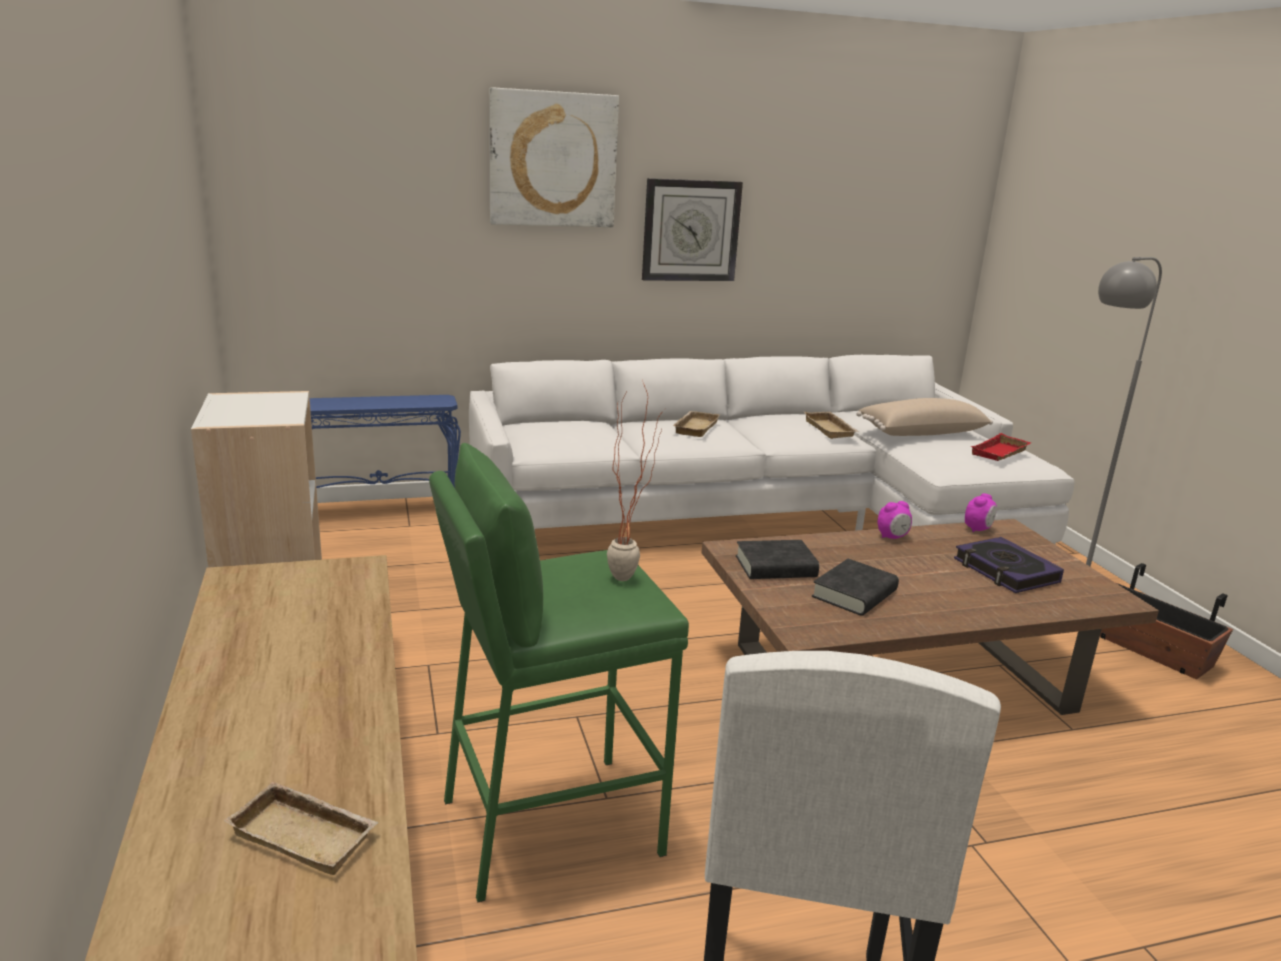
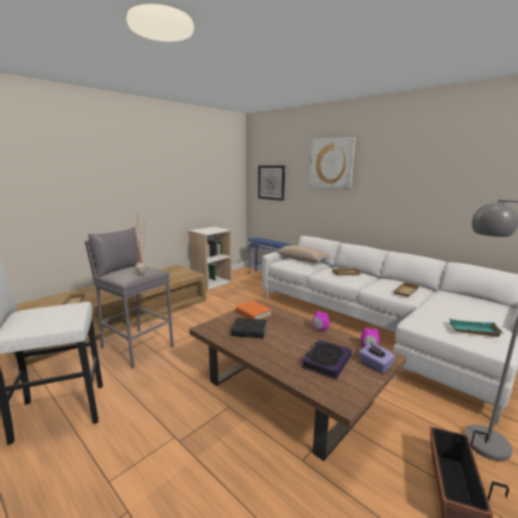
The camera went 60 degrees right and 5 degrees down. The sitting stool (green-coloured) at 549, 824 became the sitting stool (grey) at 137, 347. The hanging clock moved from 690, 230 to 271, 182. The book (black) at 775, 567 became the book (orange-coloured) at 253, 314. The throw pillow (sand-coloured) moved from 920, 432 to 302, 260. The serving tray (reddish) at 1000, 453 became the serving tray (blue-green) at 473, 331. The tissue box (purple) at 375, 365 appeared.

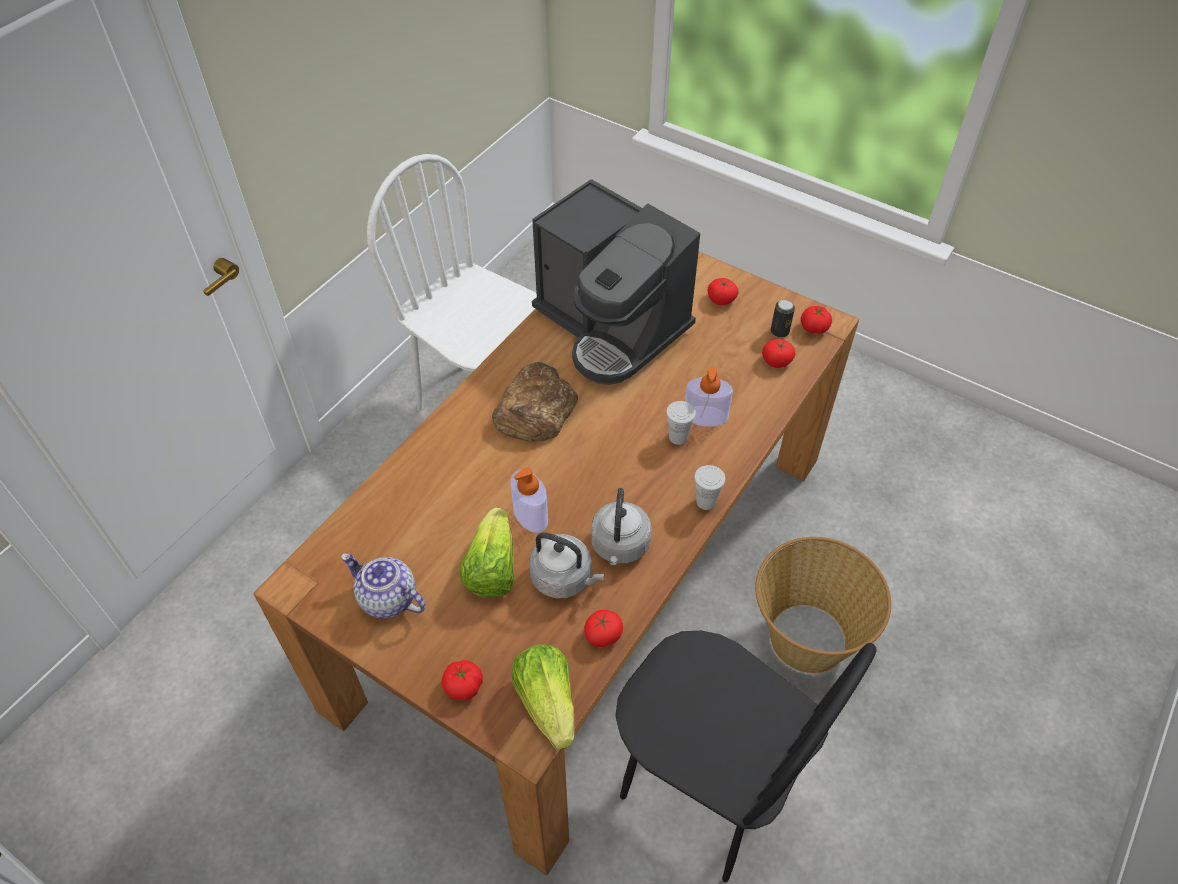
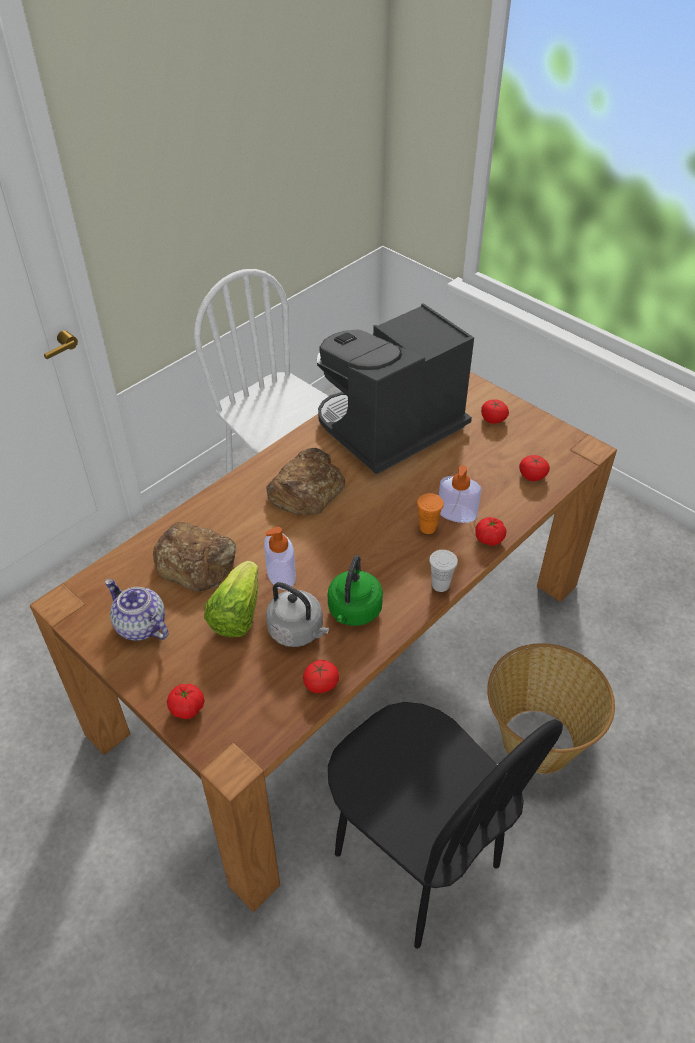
The camera went 10 degrees right and 5 degrees down. The lettuce head at 547, 702 disappeared. The coffee brewer at 612, 327 turned 90 degrees clockwise. The tea kettle (grey) at 620, 547 became the tea kettle (green-coloured) at 353, 612. The small cup (white-coloured) at 678, 437 became the small cup (orange-coloured) at 427, 527. The sealed can at 779, 331 disappeared. The tomato moved from 814, 327 to 489, 539. The bread at 196, 561 appeared.

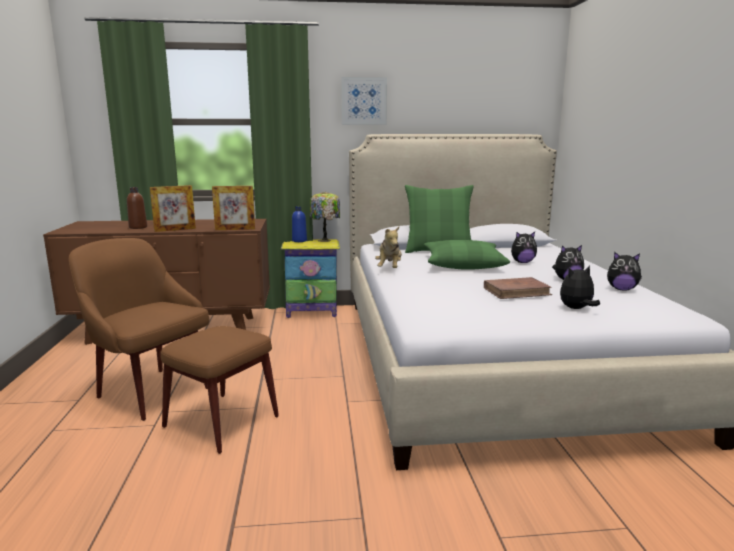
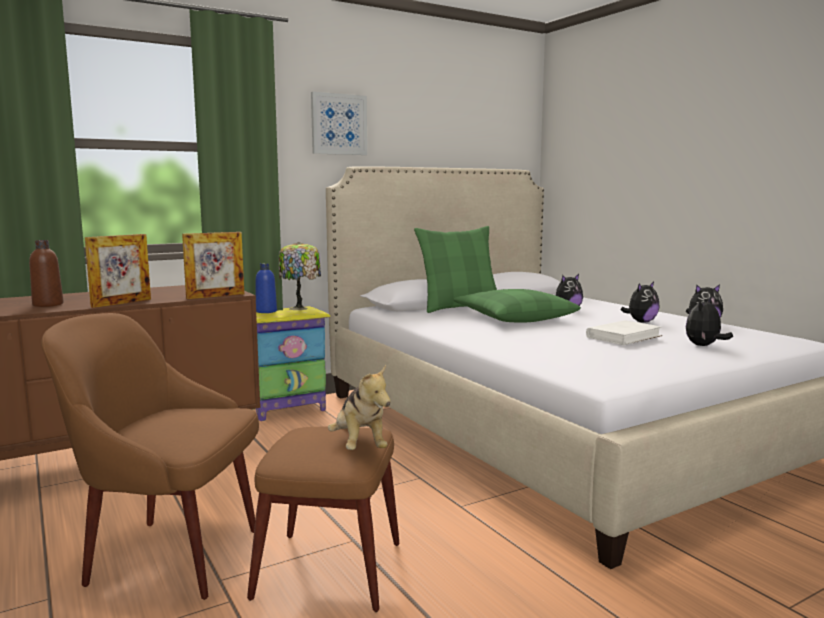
The camera went 25 degrees left and 5 degrees down. The cuddly toy moved from 389, 268 to 359, 446. The book (brown) at 516, 291 became the book (white-coloured) at 624, 337.

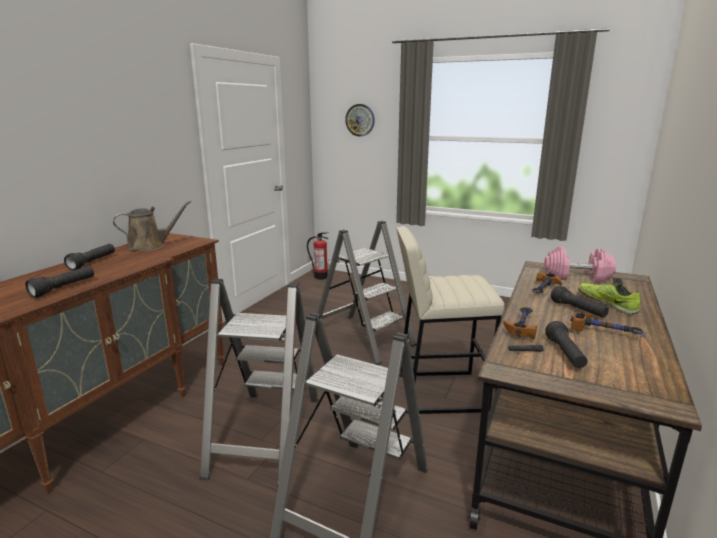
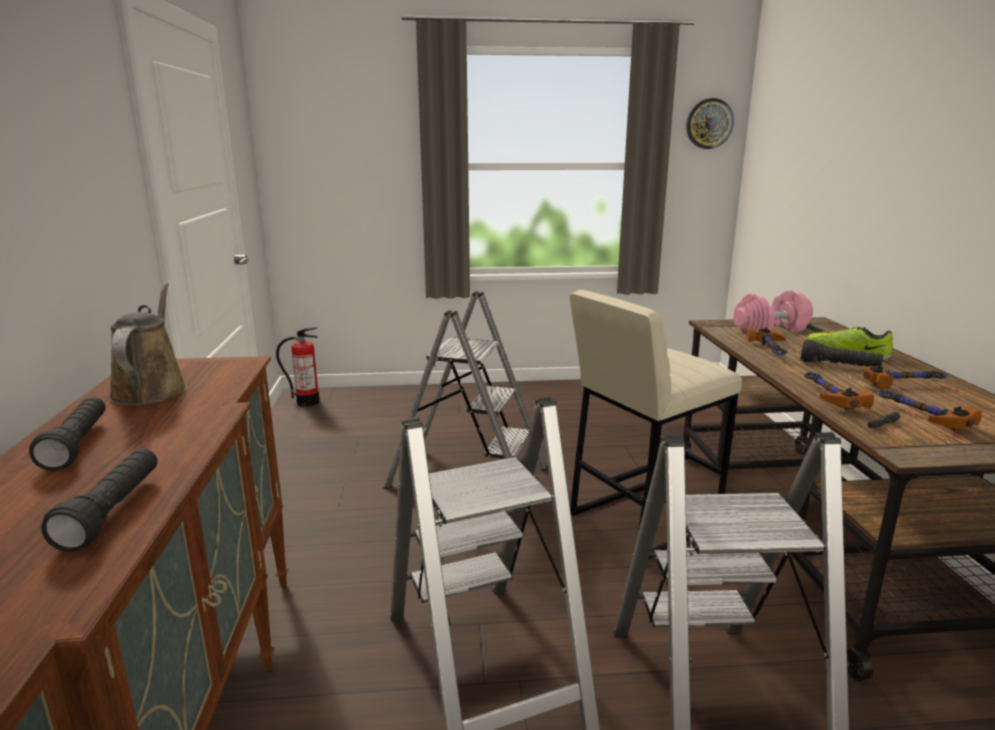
The camera went 30 degrees left and 0 degrees up. The sprinkling can (brown) at 150, 246 turned 45 degrees counterclockwise. The hanging clock moved from 360, 120 to 709, 123. The hand torch (black) at 565, 354 was replaced by the hammer at 918, 417.

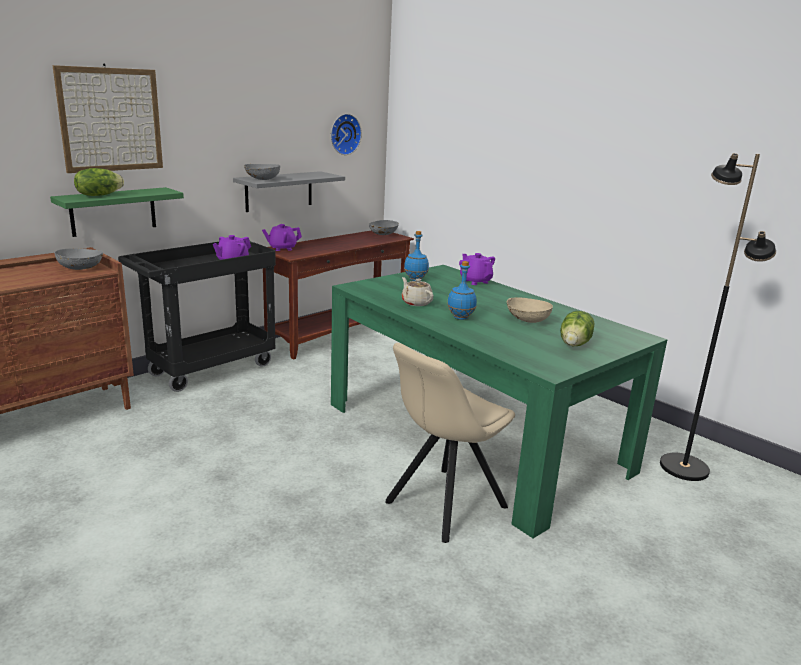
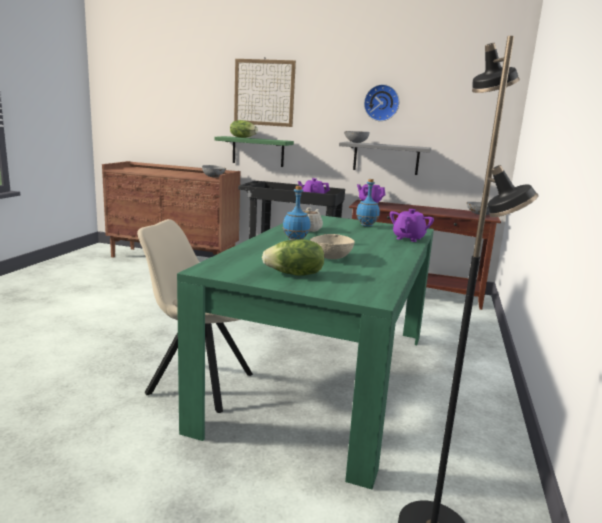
The camera went 60 degrees right and 5 degrees down. The hanging clock moved from 344, 134 to 381, 103.

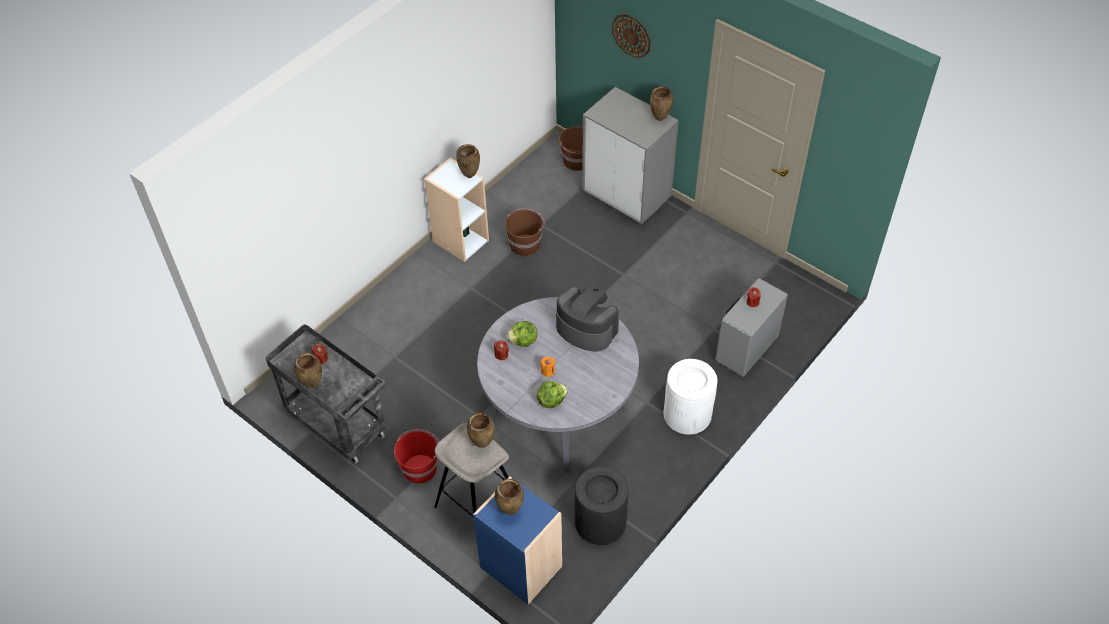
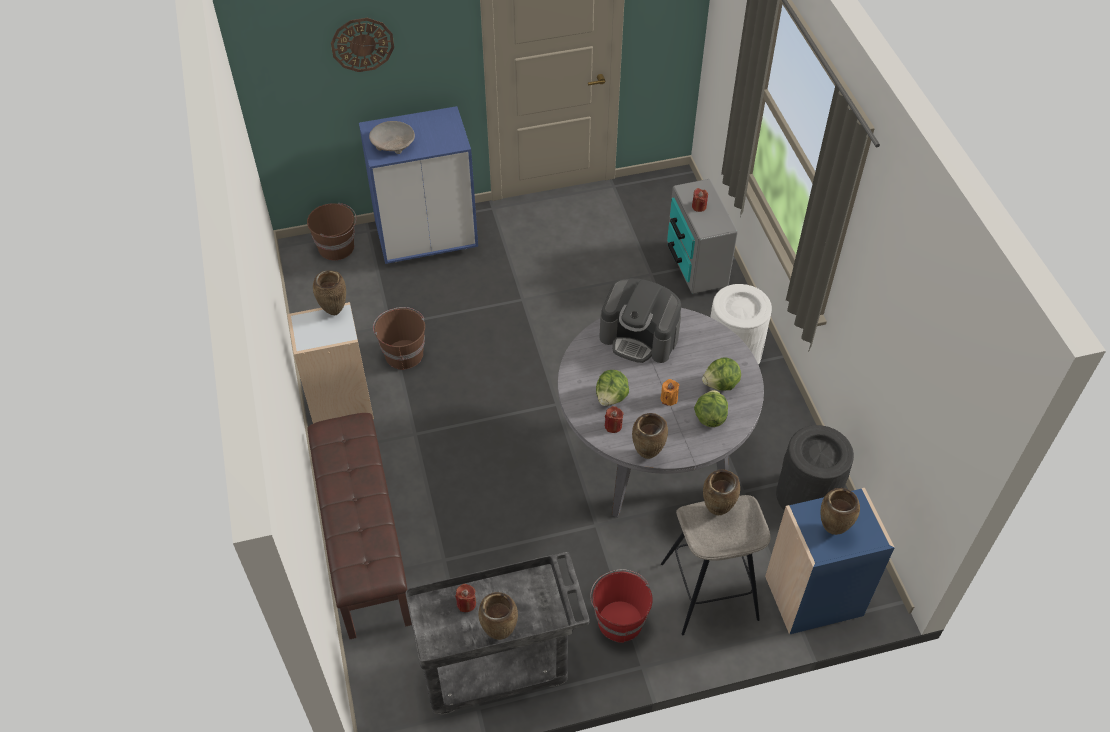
The camera went 55 degrees left and 0 degrees up. The coffee brewer at 586, 329 turned 135 degrees counterclockwise. The cabinet (grey) at 627, 198 became the cabinet (blue) at 427, 239. The decorative vase (brown) moved from 659, 119 to 647, 455. The long seat (brown) at 363, 541 appeared. The serving bowl (sand-coloured) at 393, 143 appeared. The lettuce head at 721, 384 appeared.

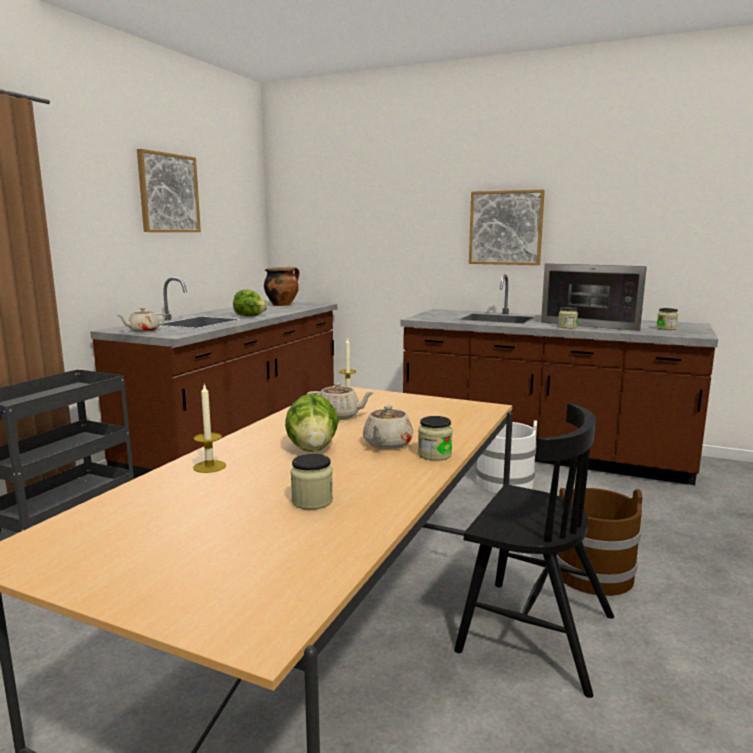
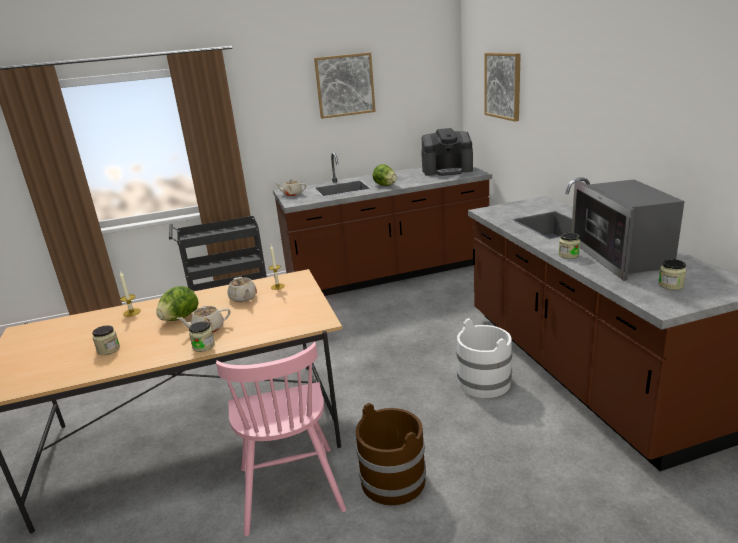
The camera went 50 degrees right and 10 degrees up. The stockpot at 282, 305 was replaced by the coffee brewer at 447, 170. The upright chair (black) at 527, 629 became the upright chair (pinkish) at 289, 483. The wall art moved from 505, 228 to 503, 85.

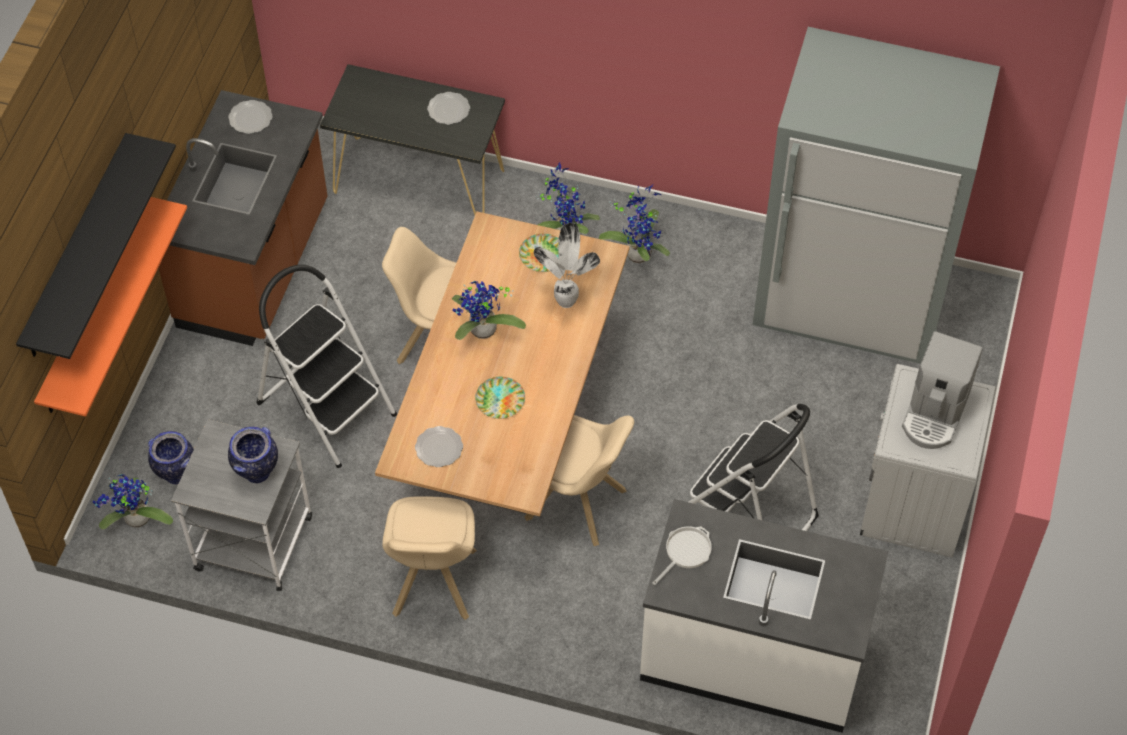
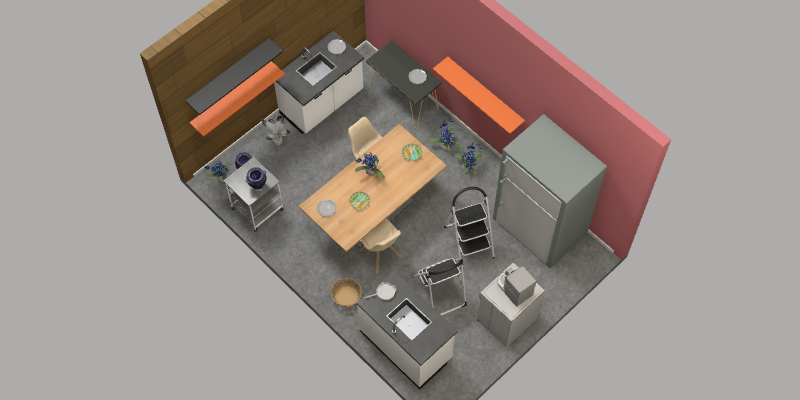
The camera went 30 degrees right and 5 degrees up. The kitchen counter (brown) at 256, 267 became the kitchen counter (white-coloured) at 322, 103. The stepladder moved from 324, 406 to 468, 241. The upright chair (sand-coloured) at 433, 583 disappeared. The houseplant moved from 564, 302 to 277, 142. The coffee brewer at 935, 413 turned 90 degrees clockwise. The household basket at 346, 296 appeared. The bracket shelf (orange-coloured) at 485, 92 appeared.

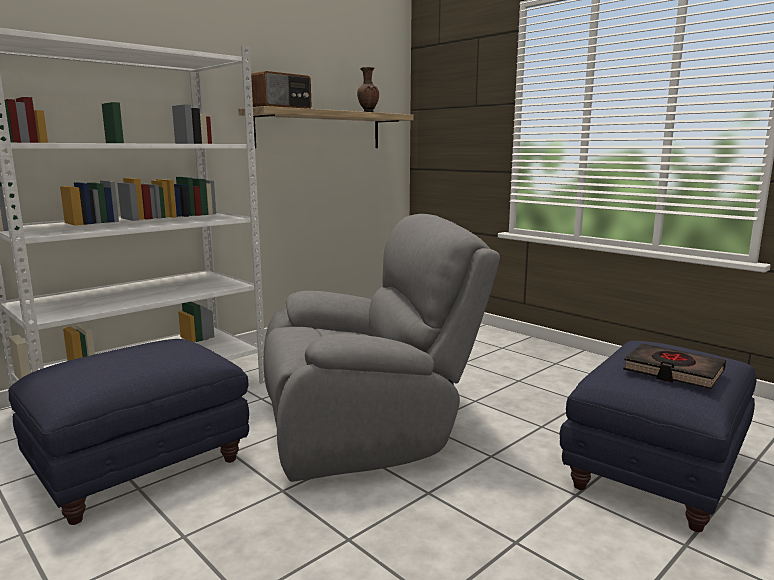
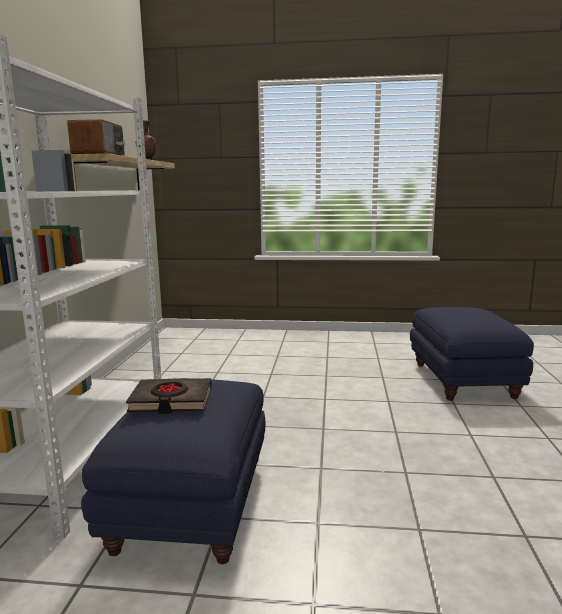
The camera went 40 degrees left and 0 degrees up. The lounge chair (grey) at 365, 430 disappeared. The book (black) moved from 673, 371 to 171, 401.

